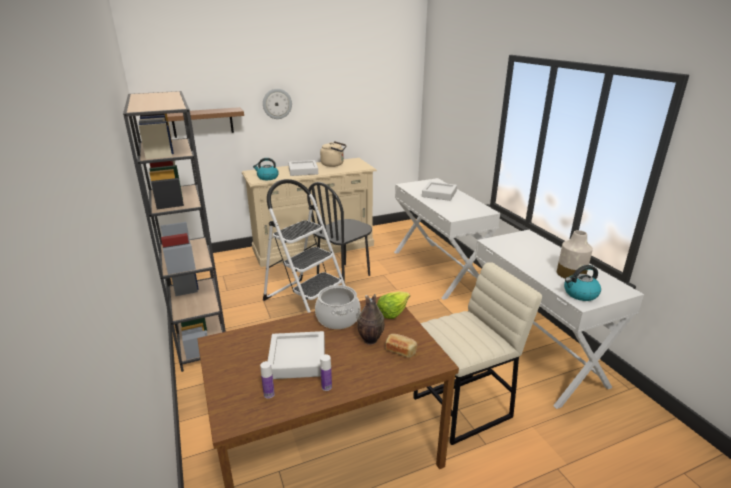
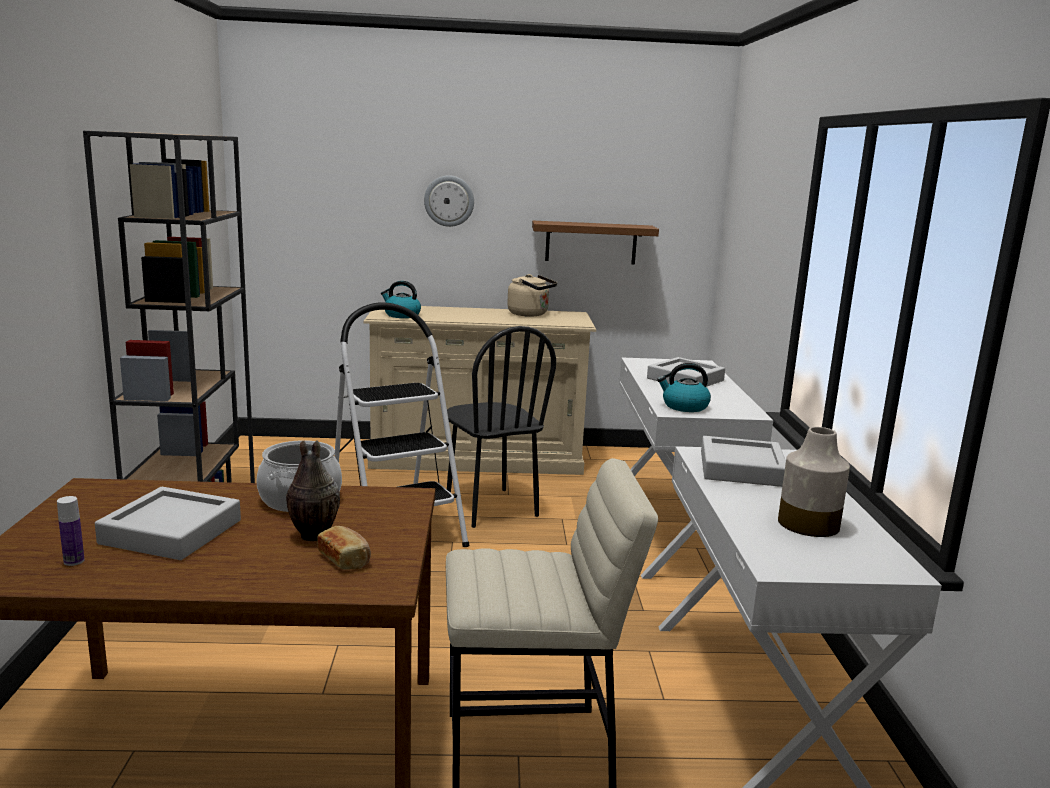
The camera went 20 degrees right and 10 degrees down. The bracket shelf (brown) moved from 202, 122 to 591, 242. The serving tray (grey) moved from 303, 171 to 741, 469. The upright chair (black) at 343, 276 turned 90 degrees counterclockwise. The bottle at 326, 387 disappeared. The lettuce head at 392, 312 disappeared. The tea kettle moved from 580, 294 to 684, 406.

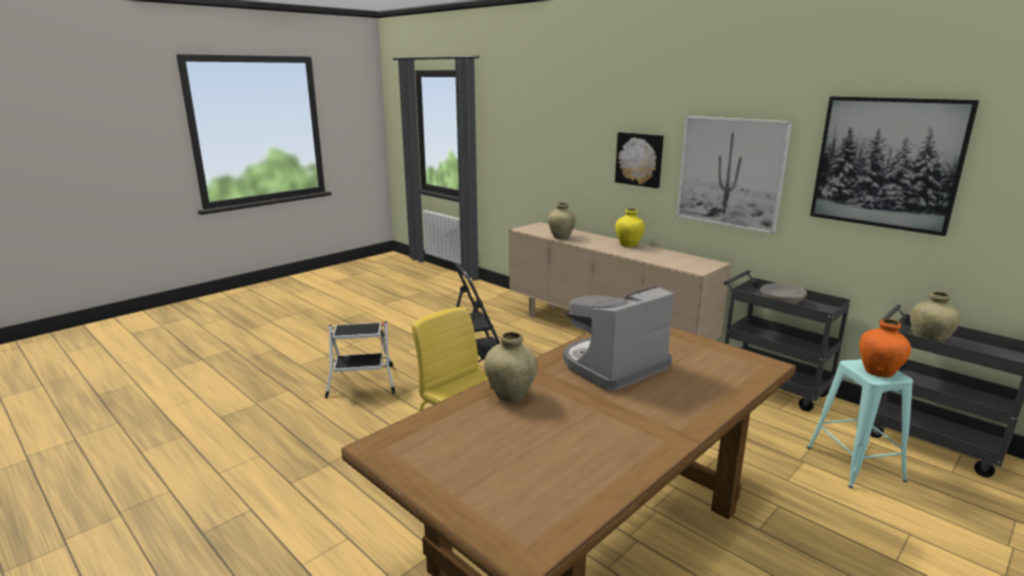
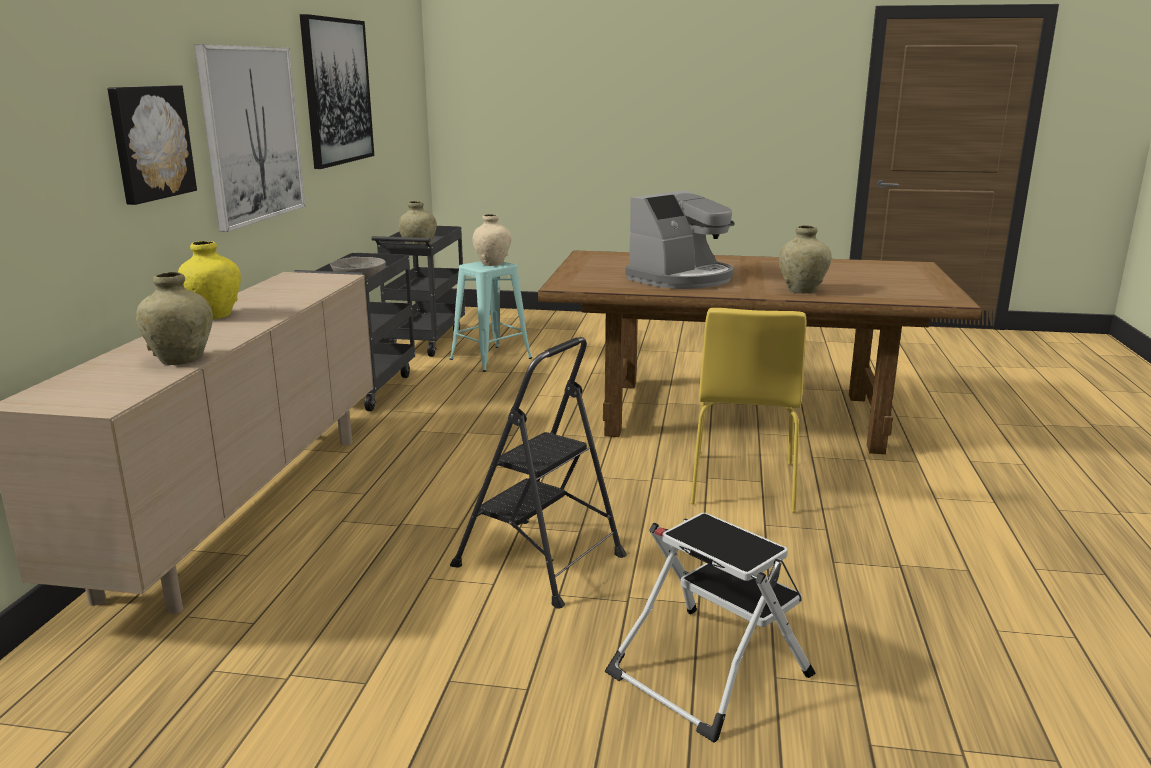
The camera went 125 degrees left and 0 degrees up. The coffee brewer at 613, 366 turned 60 degrees counterclockwise. The decorative vase (orange-coloured) at 879, 372 became the decorative vase (sand-coloured) at 492, 264.

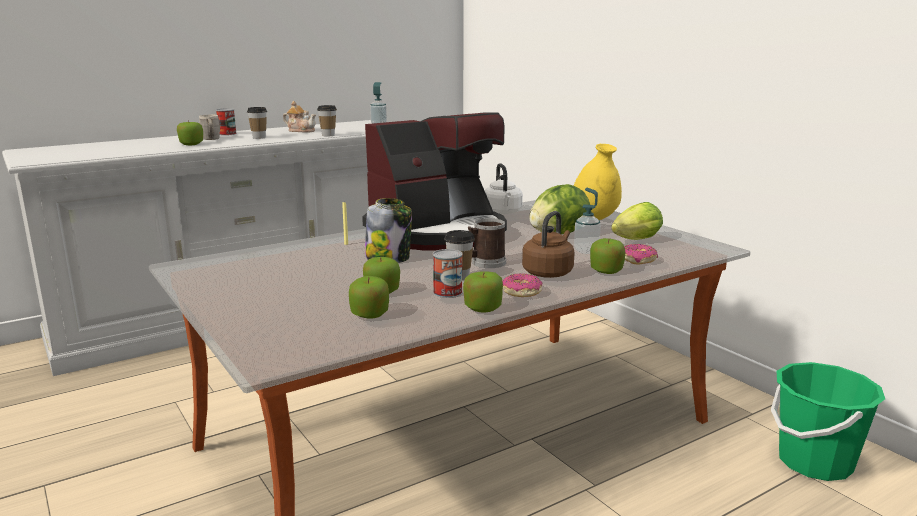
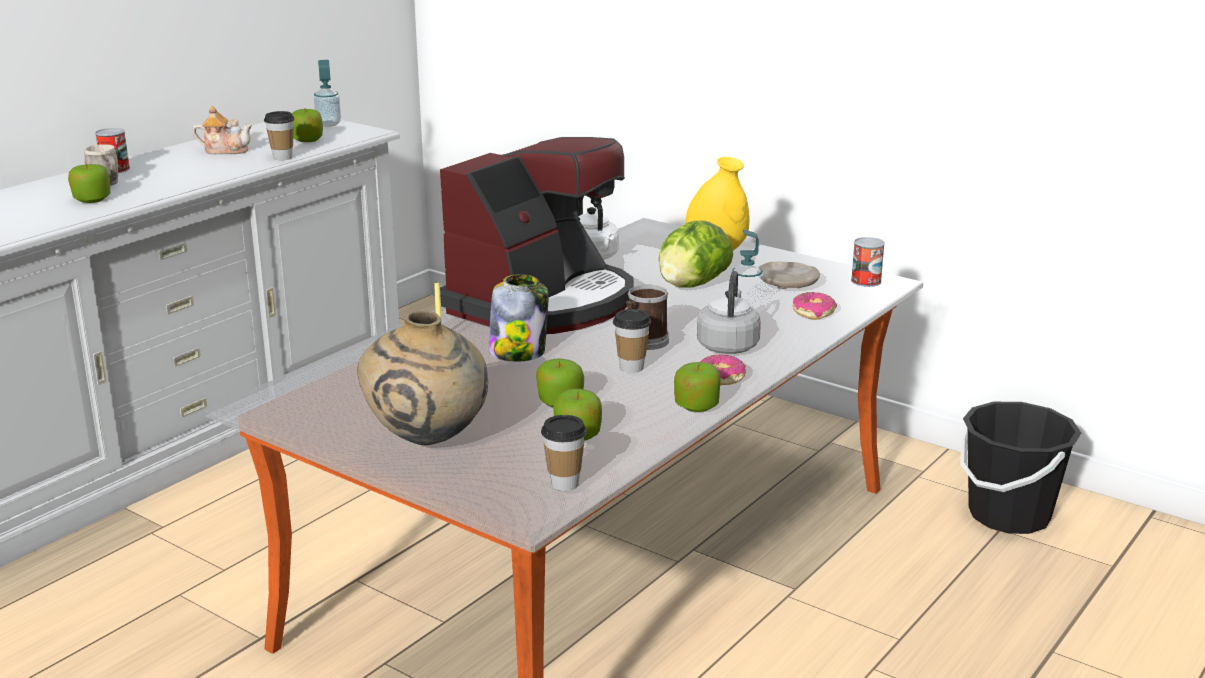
The camera went 20 degrees left and 5 degrees up. The small cup moved from 259, 137 to 564, 483. The sealed can moved from 447, 292 to 866, 281. The tea kettle (brown) at 548, 272 became the tea kettle (grey) at 728, 345. The apple fruit moved from 606, 271 to 307, 140. The lettuce head at 634, 241 was replaced by the plate (sand-coloured) at 788, 284. The water bucket (green-coloured) at 814, 462 became the water bucket (black) at 1008, 515. The decorative vase (sand-coloured) at 428, 441 appeared.

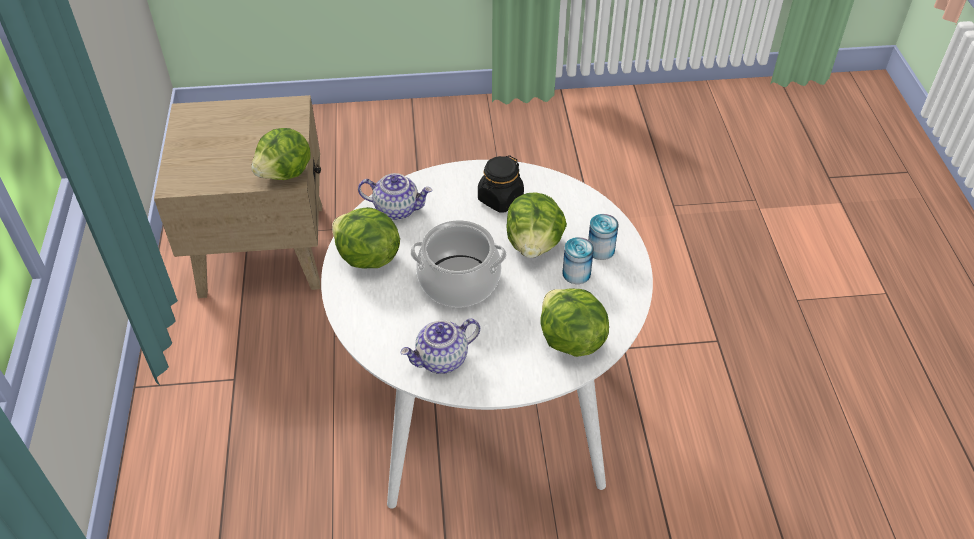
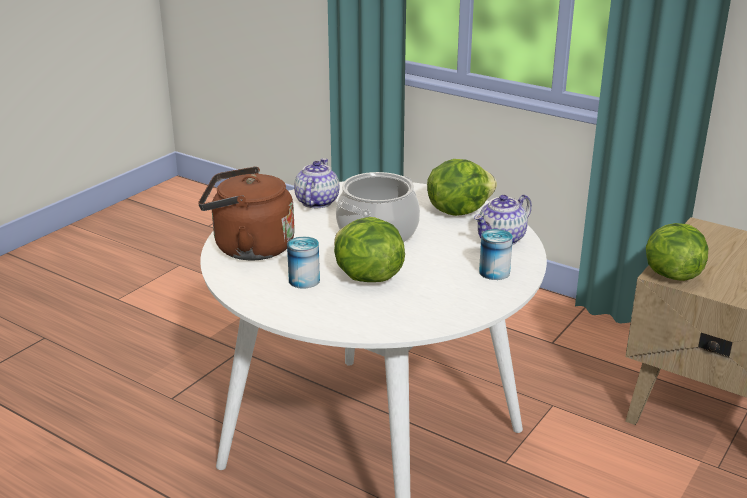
The camera went 130 degrees right and 20 degrees down. The preserve jar (black) at 500, 199 disappeared. The lettuce head at 570, 340 was replaced by the tea kettle (brown) at 248, 248. The sealed can moved from 600, 249 to 494, 272.

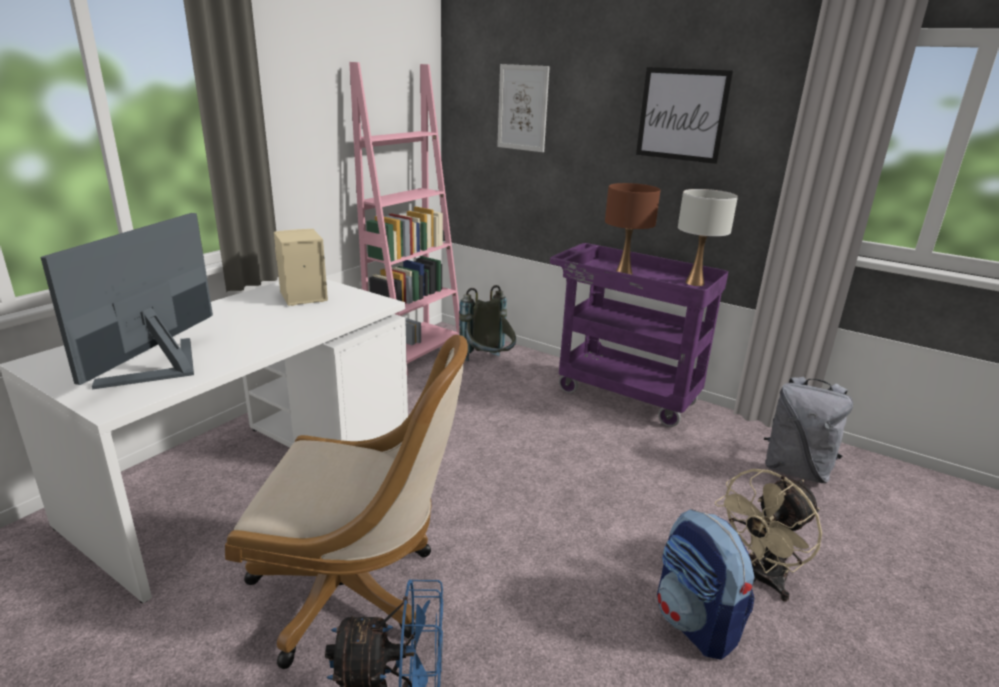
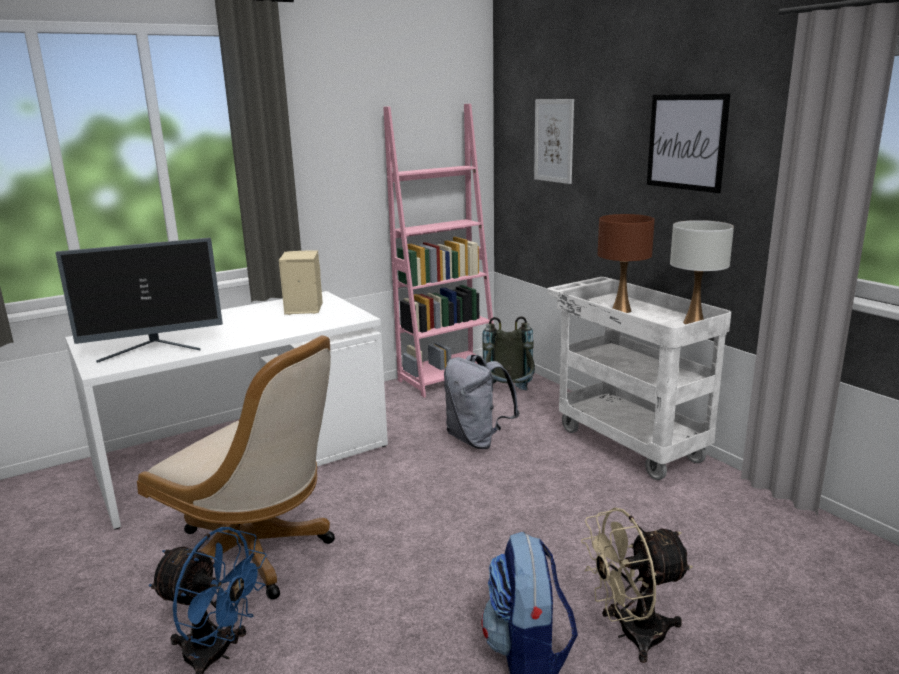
The camera went 25 degrees right and 5 degrees down. The monitor at 162, 369 turned 150 degrees counterclockwise. The trolley (purple) at 620, 396 became the trolley (white-coloured) at 624, 444. The knapsack (grey) moved from 796, 470 to 477, 440.

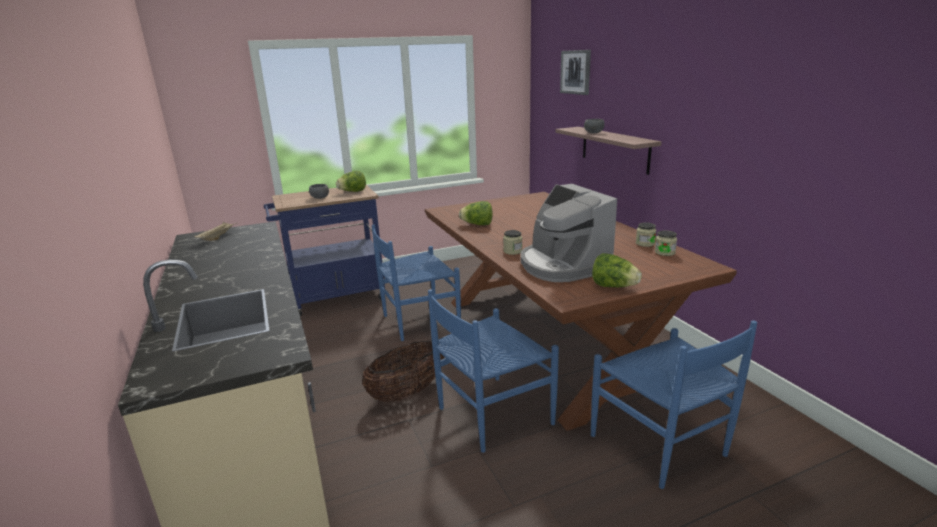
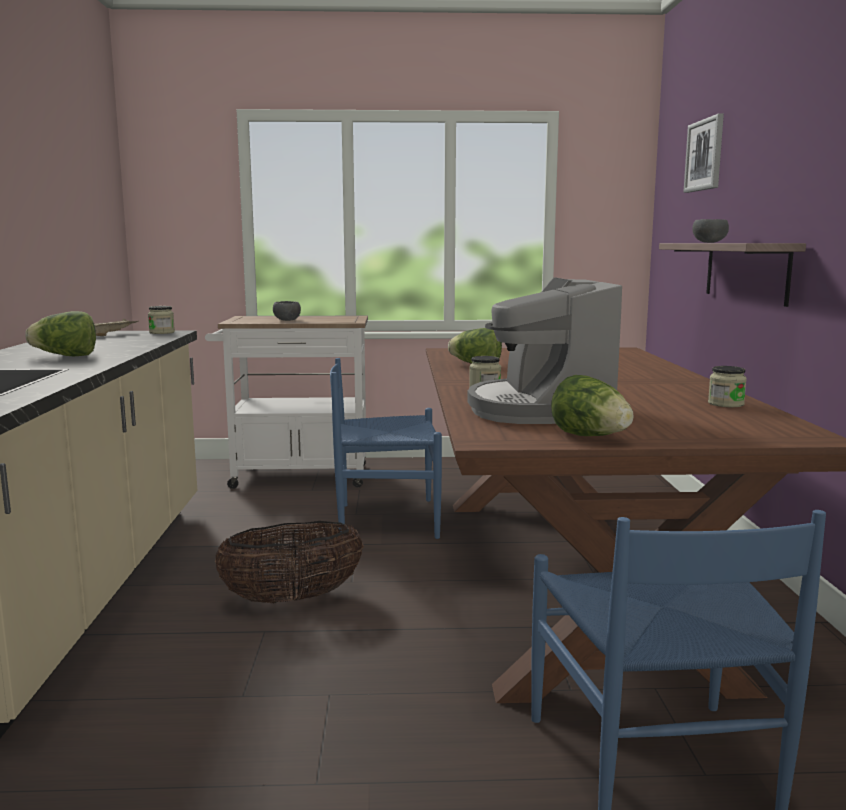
The camera went 20 degrees right and 10 degrees down. The trolley (blue) at 334, 299 became the trolley (white-coloured) at 295, 477. The lettuce head moved from 353, 192 to 66, 356. The upright chair (blue) at 492, 414 disappeared. The preserve jar moved from 664, 252 to 162, 332.

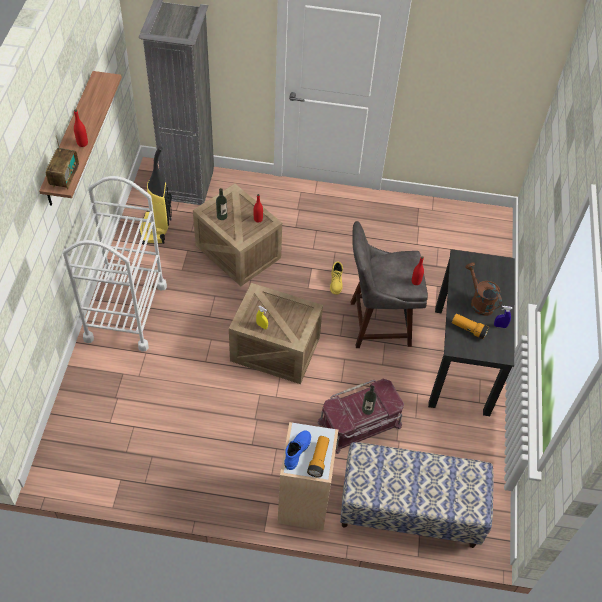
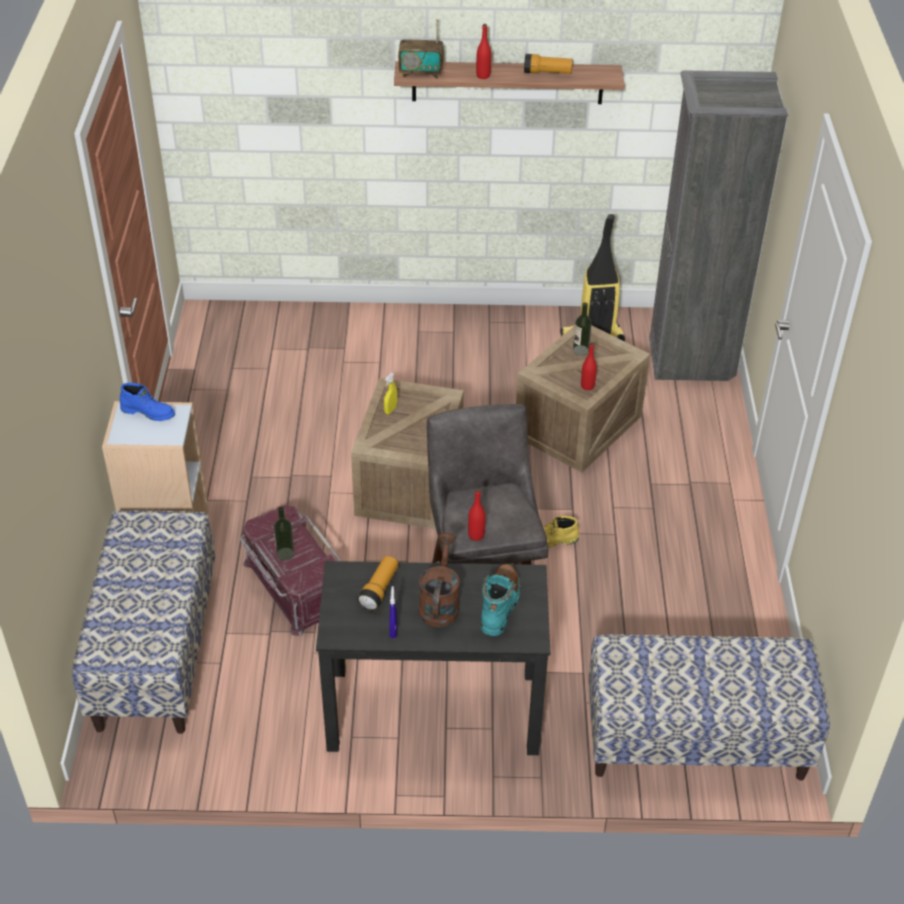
The camera went 85 degrees right and 10 degrees down. The trolley (white-coloured) at 126, 312 disappeared. The hand torch moved from 318, 459 to 547, 73. The sprinkling can (brown) at 479, 301 turned 45 degrees counterclockwise. The high-top boot (blue-green) at 500, 605 appeared. The long seat at 695, 741 appeared.

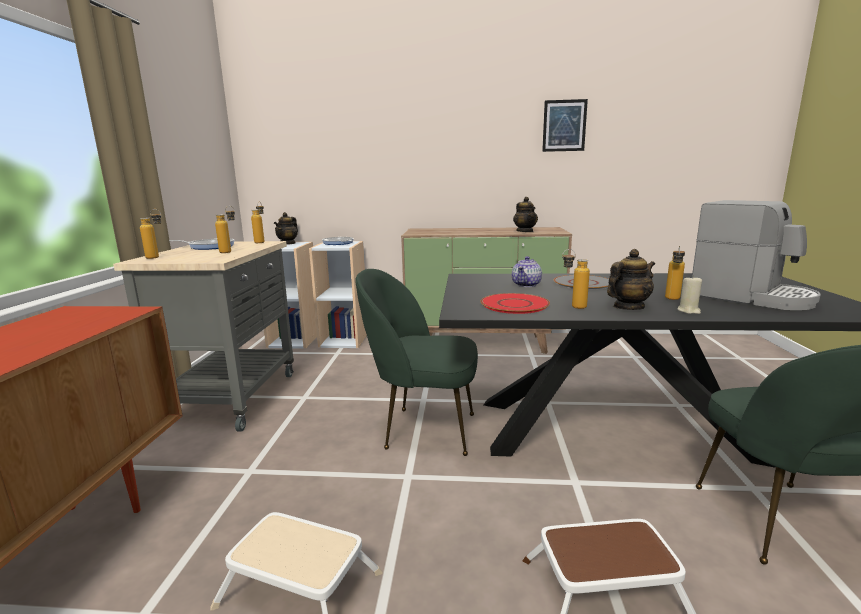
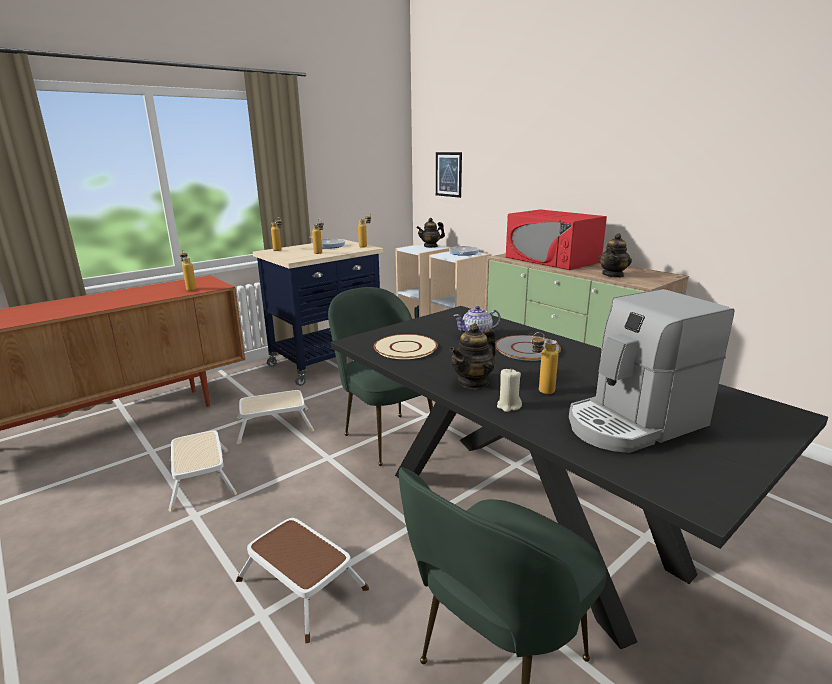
The camera went 45 degrees right and 5 degrees up. The trolley (grey) at 232, 398 became the trolley (blue) at 326, 362. The plate (reddish) at 515, 305 became the plate (sand-coloured) at 405, 348. The wall art moved from 564, 125 to 448, 174. The bottle moved from 572, 307 to 190, 289. The pot for tea at 628, 307 turned 120 degrees clockwise. The coffee brewer at 750, 297 turned 60 degrees clockwise. The stepladder (sand-coloured) at 274, 425 appeared. The microwave (reddish) at 552, 259 appeared.

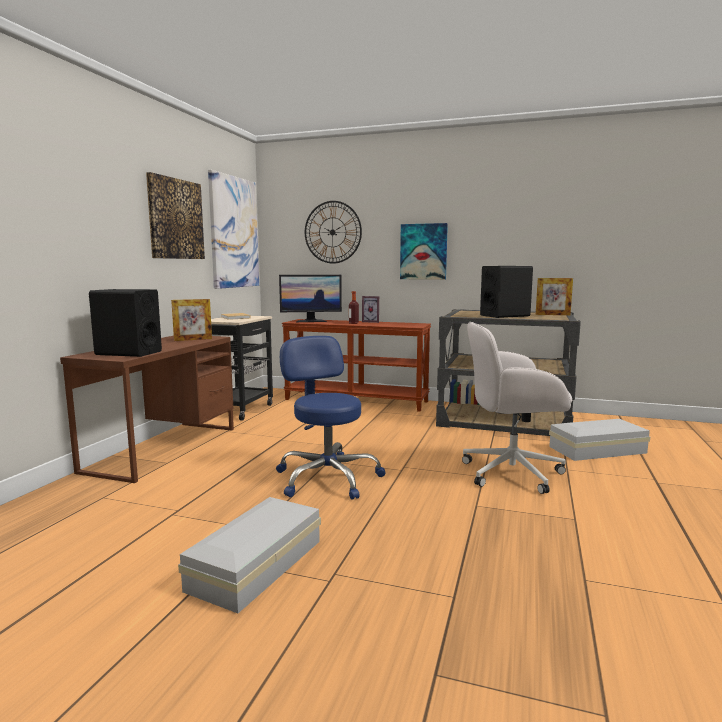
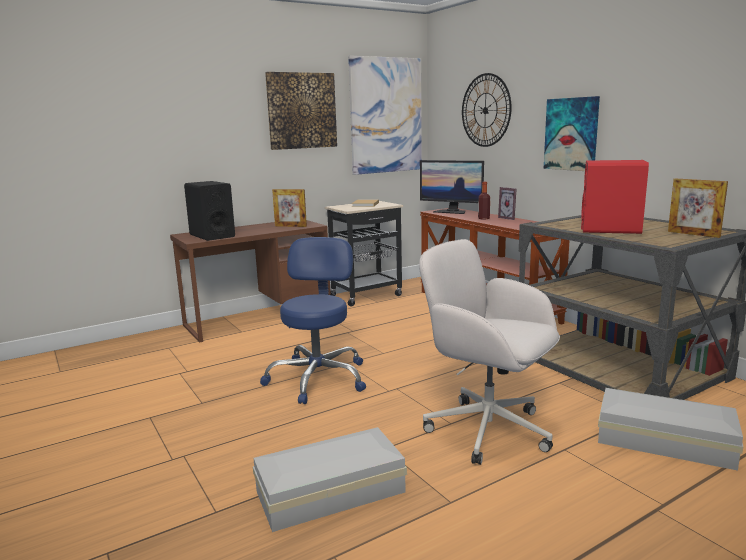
The camera went 40 degrees right and 5 degrees up. The storage box (white-coloured) moved from 253, 565 to 327, 491. The audio speaker (black) at 505, 316 became the audio speaker (reddish) at 610, 229.

